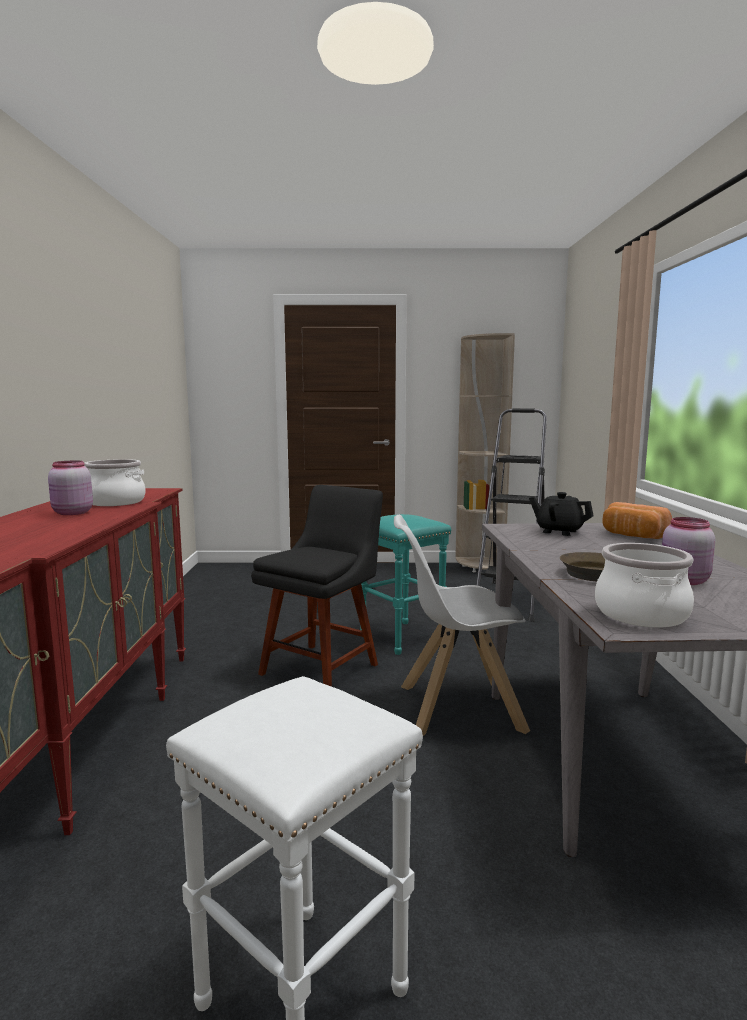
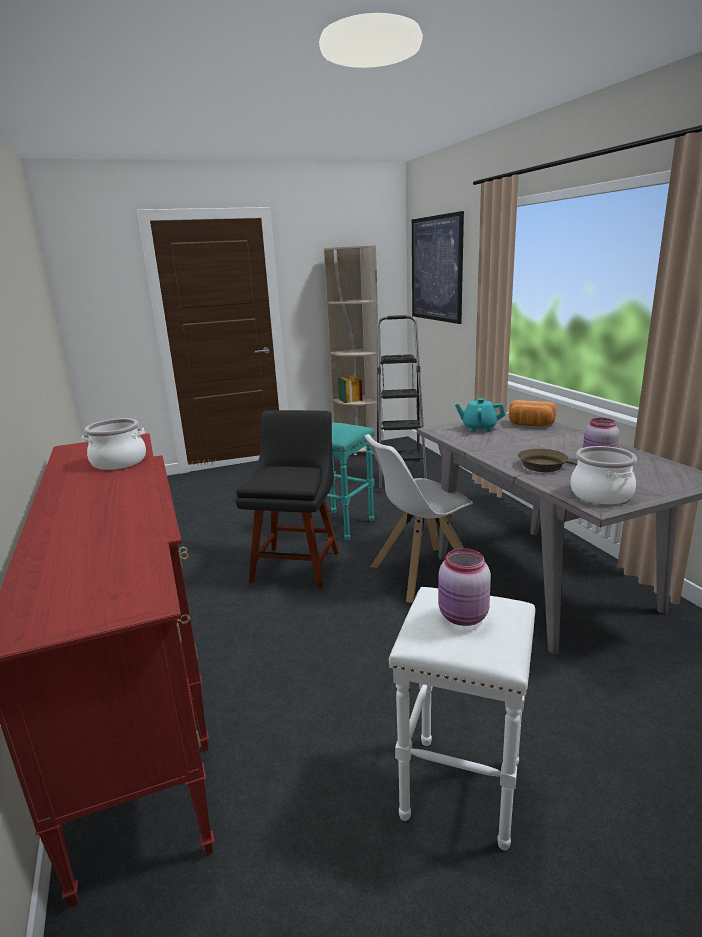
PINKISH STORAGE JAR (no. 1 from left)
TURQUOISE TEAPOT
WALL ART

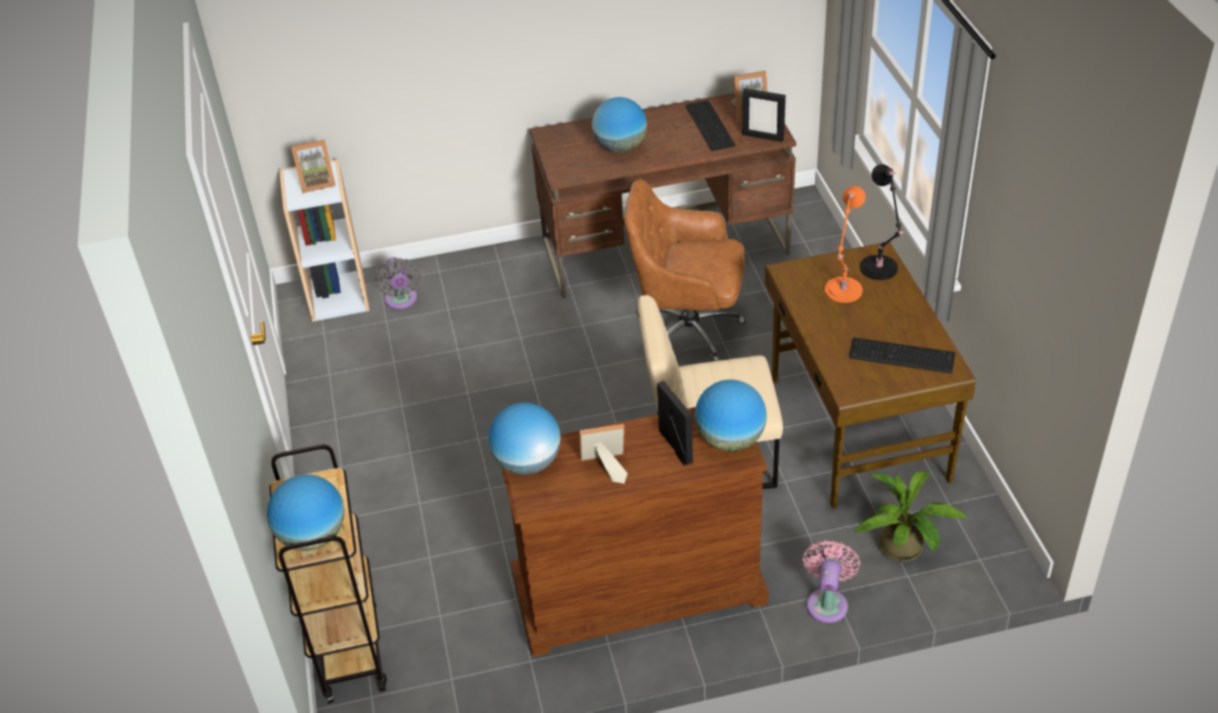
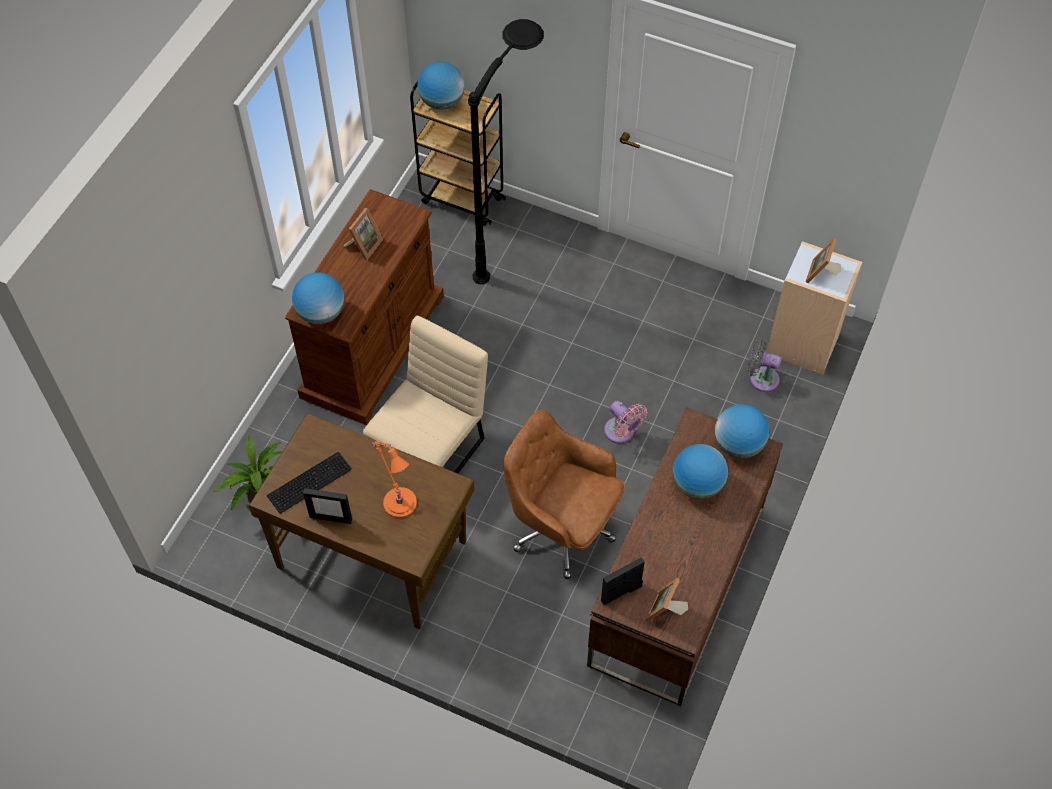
GLOBE (no. 4 from left)
BROWNISH DESK CHAIR
STANDING FRAME (no. 1 from left)
PC KEYBOARD (no. 1 from left in the first image)
PINKISH ELECTRIC FAN
BLACK TABLE LAMP
BLACK STANDING LAMP

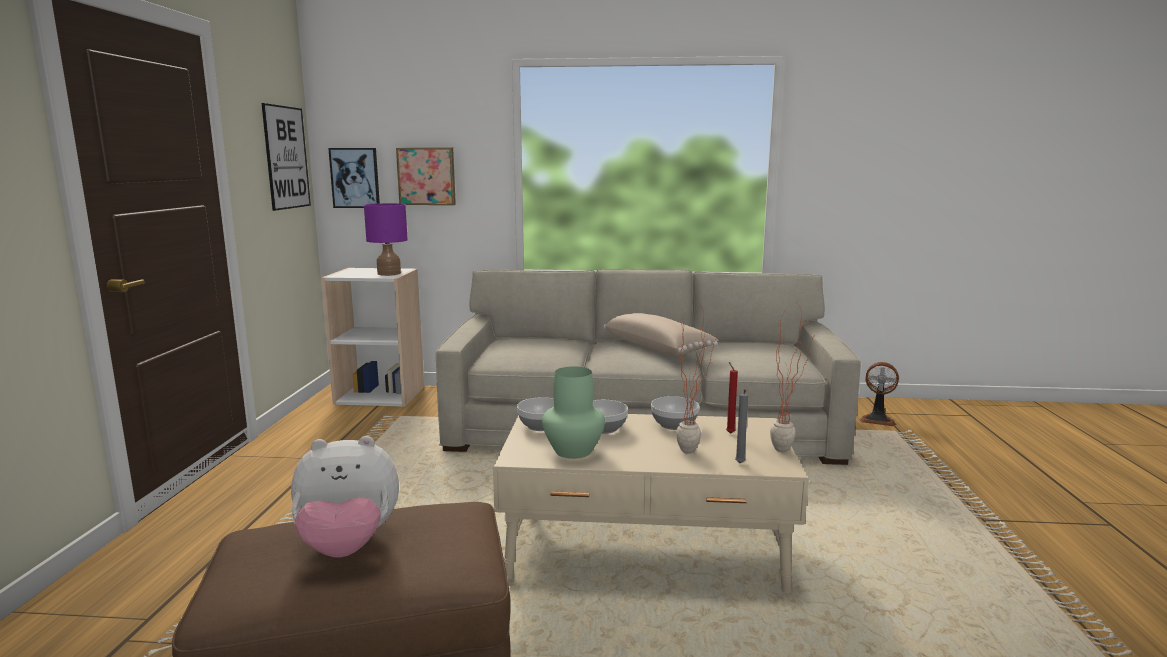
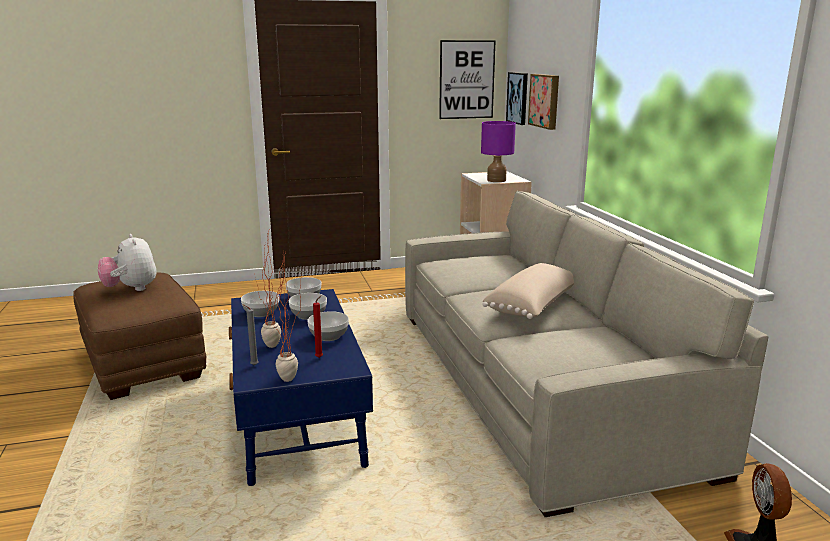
BLUISH LOUNGE TABLE
SERVING BOWL (no. 1 from left)

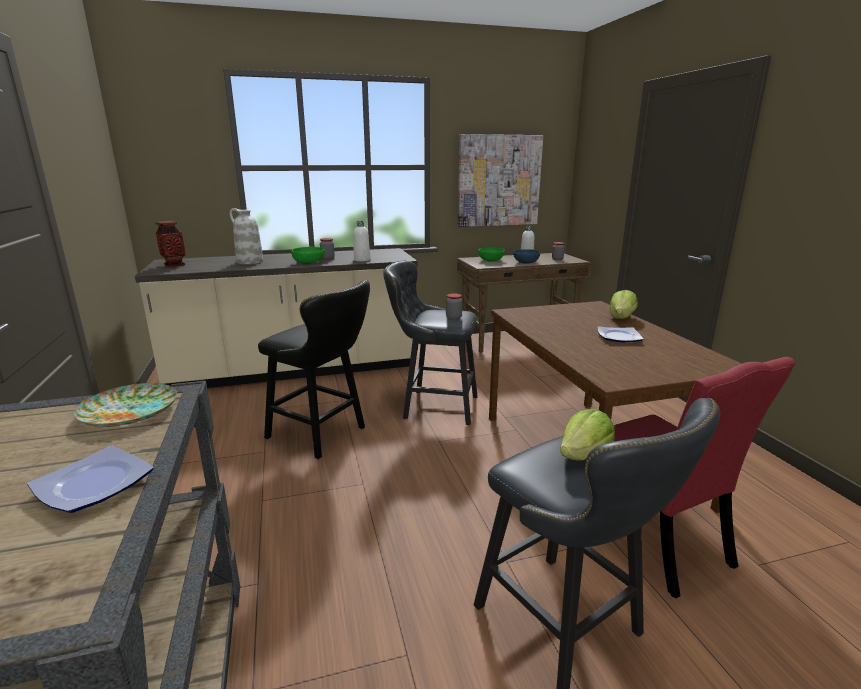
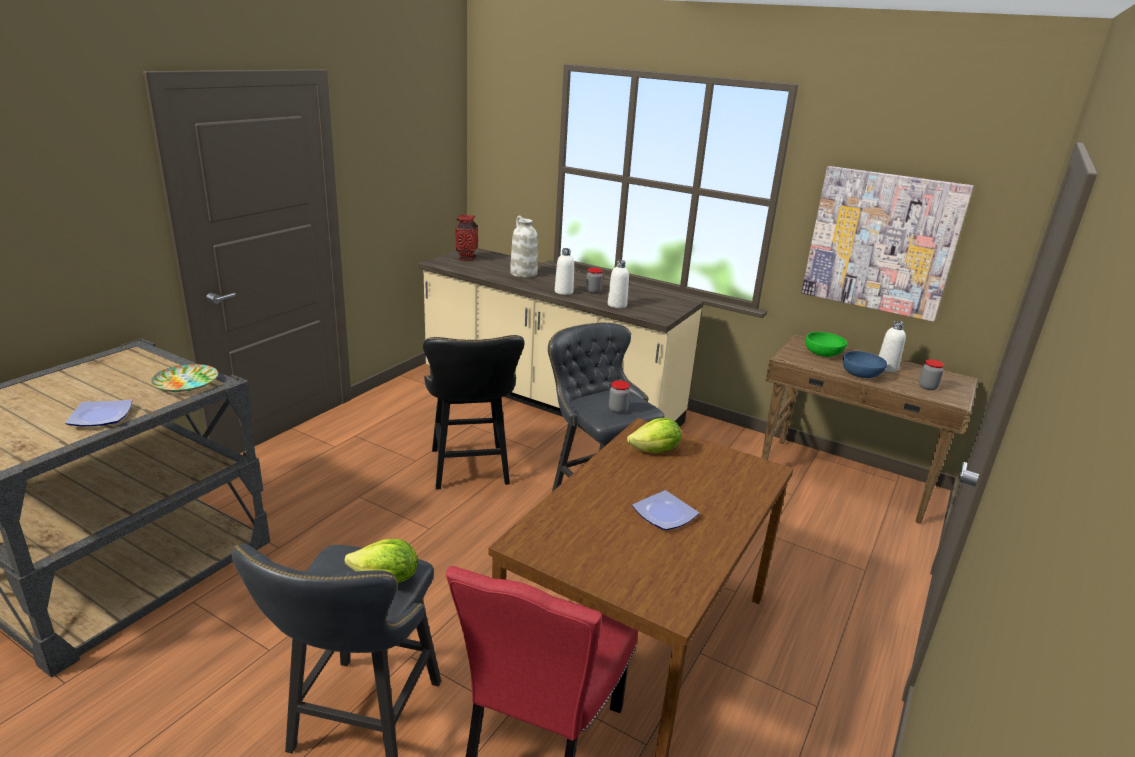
WHITISH BOTTLE (no. 1 from left)
HEAD OF LETTUCE (no. 2 from left)

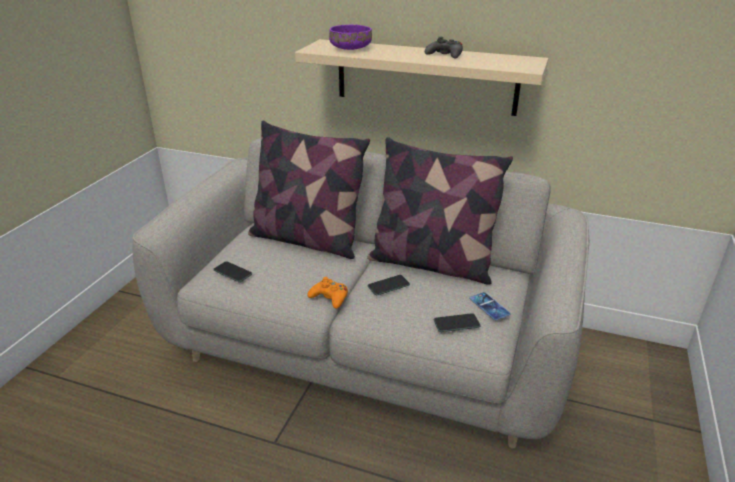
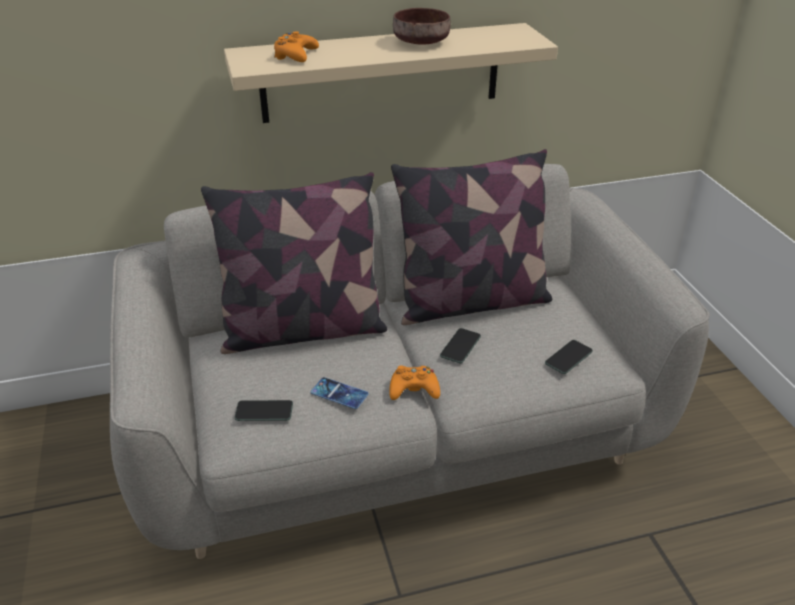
ORANGE GAMEPAD (no. 1 from left)
BROWNISH SERVING BOWL
TELEPHONE (no. 2 from left)

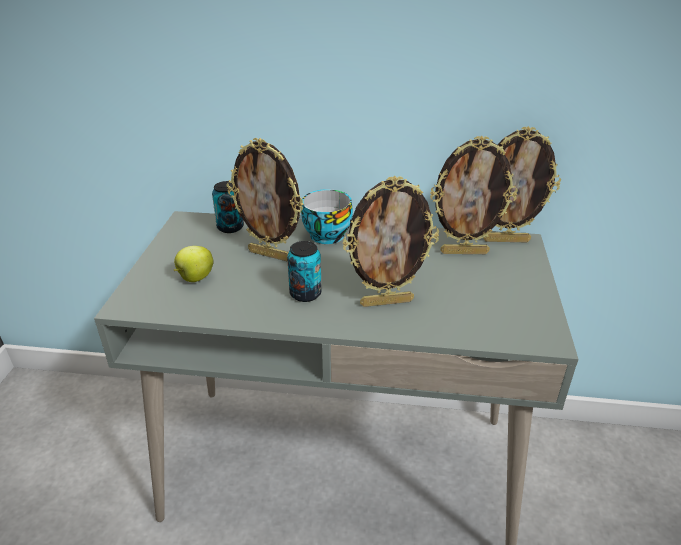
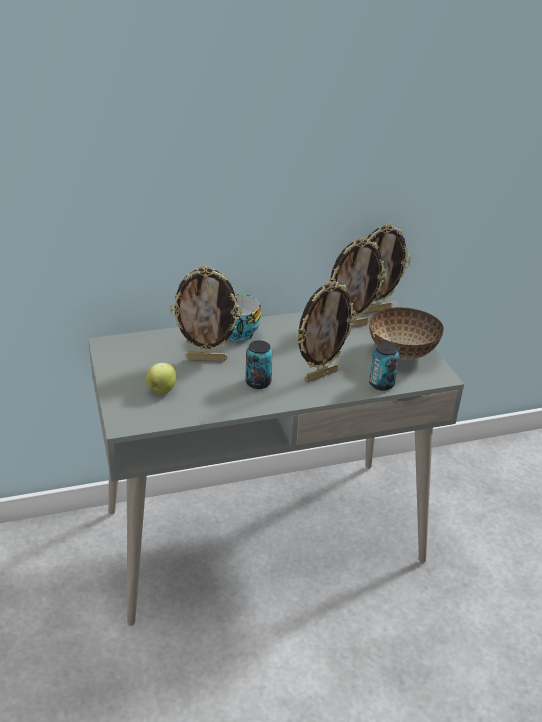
CAN (no. 2 from left)
SERVING BOWL

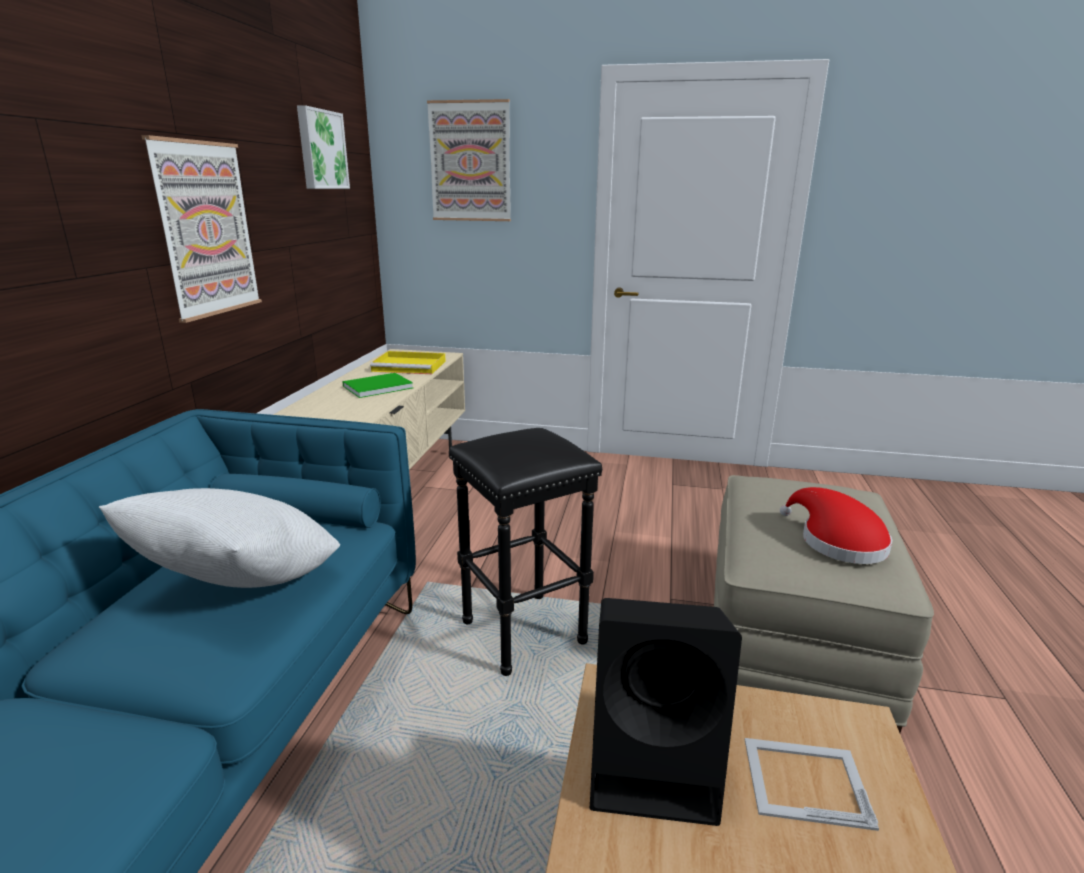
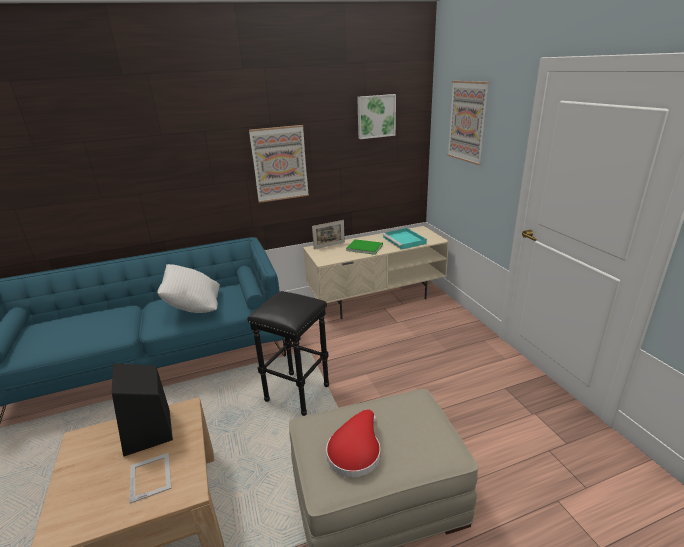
TURQUOISE SERVING TRAY
STANDING FRAME (no. 2 from left)

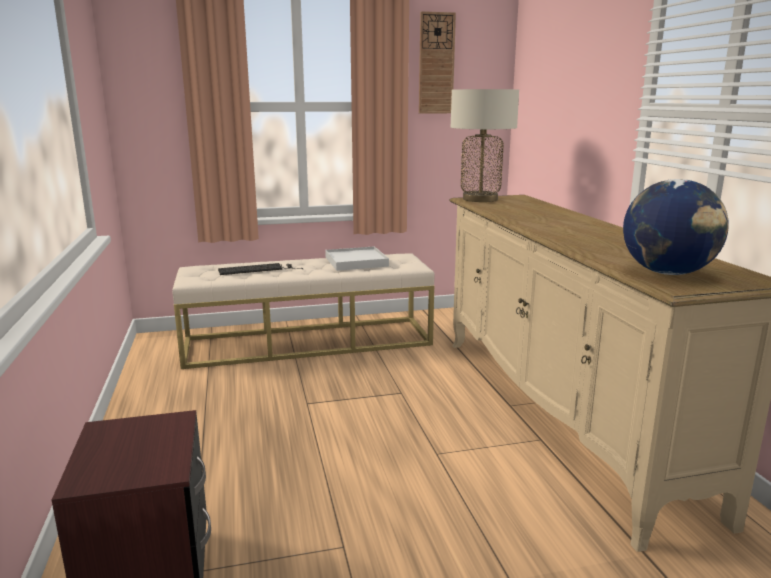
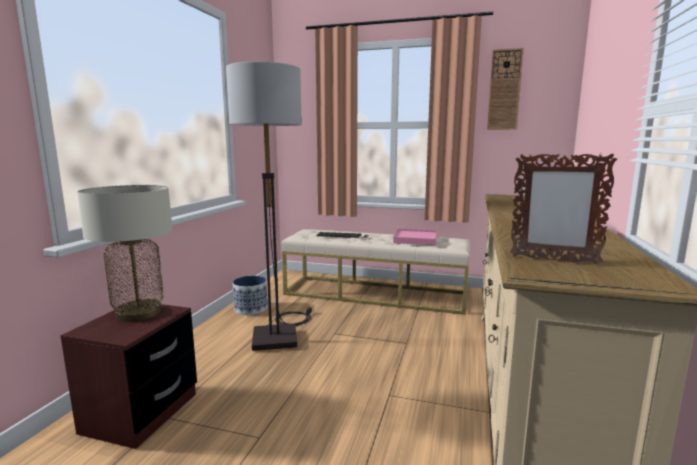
PINKISH SERVING TRAY
TABLE LAMP
STANDING FRAME
STANDING LAMP
FLOWER POT

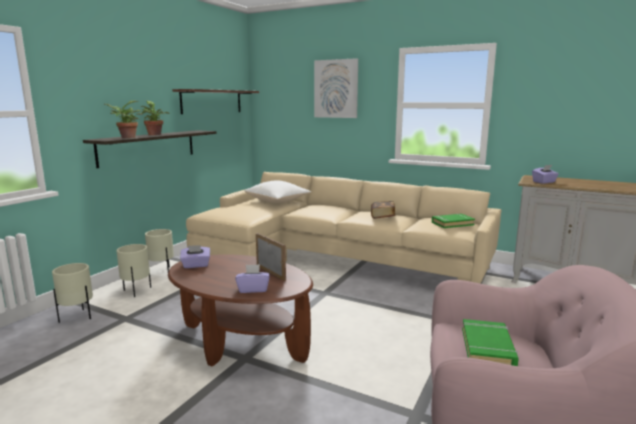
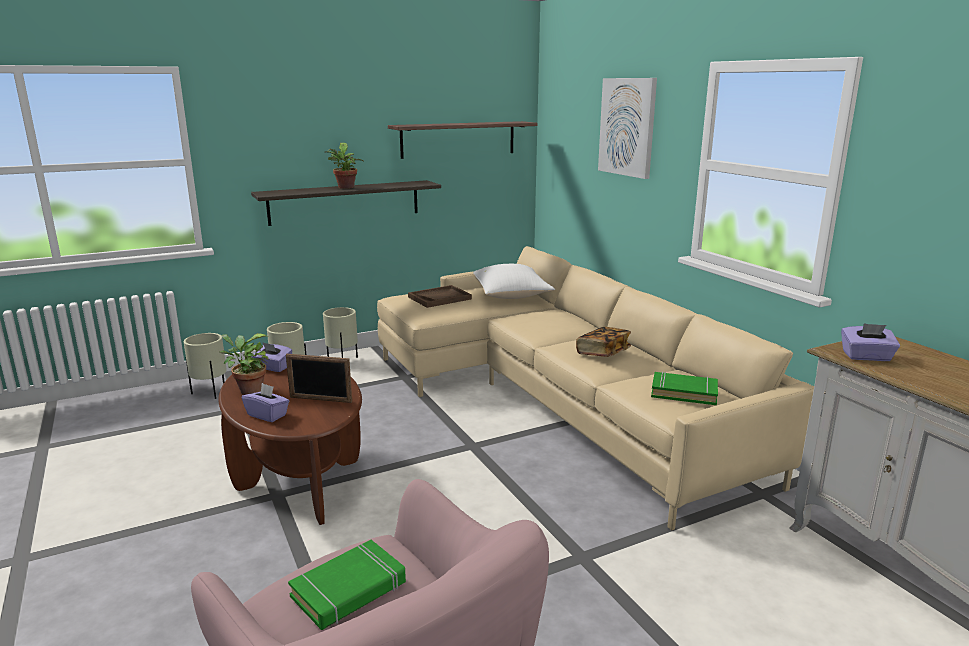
HOUSEPLANT (no. 1 from left)
STANDING FRAME
BROWNISH SERVING TRAY

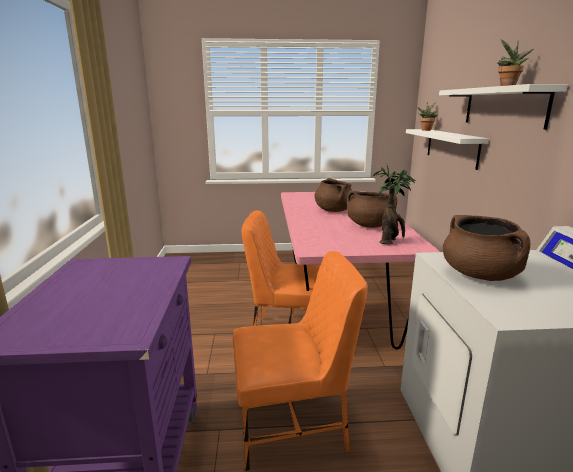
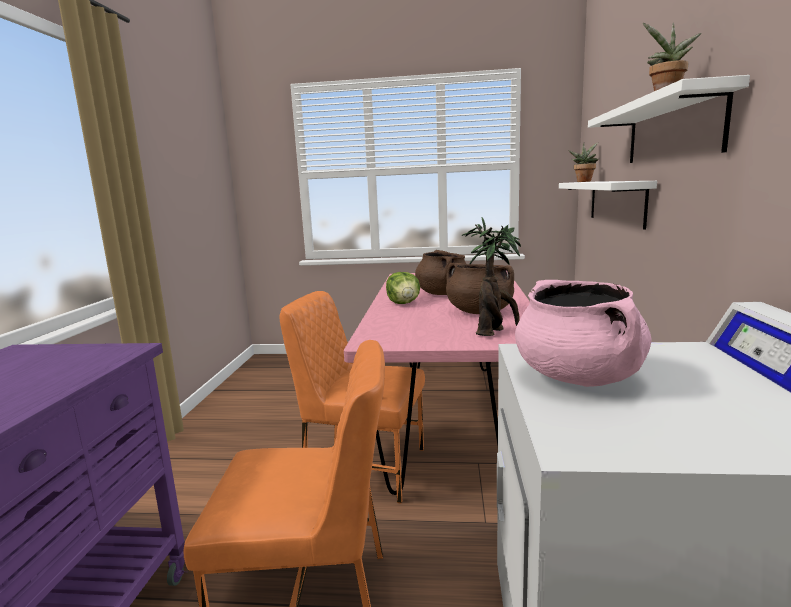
PINKISH COOKING POT
HEAD OF LETTUCE

